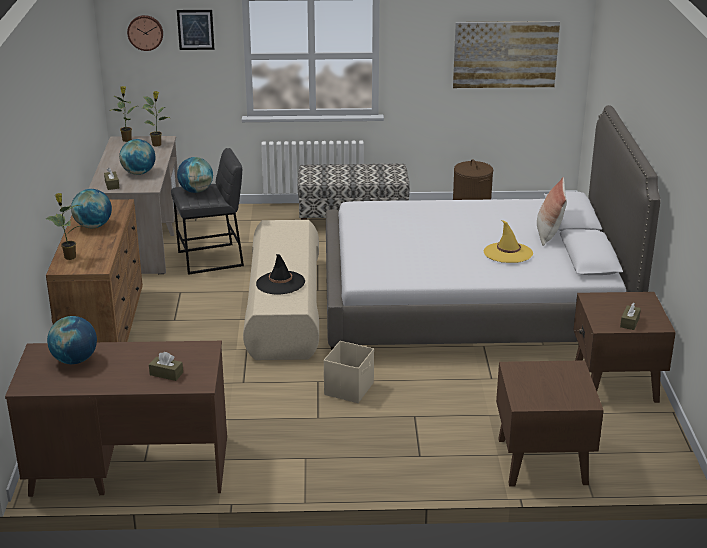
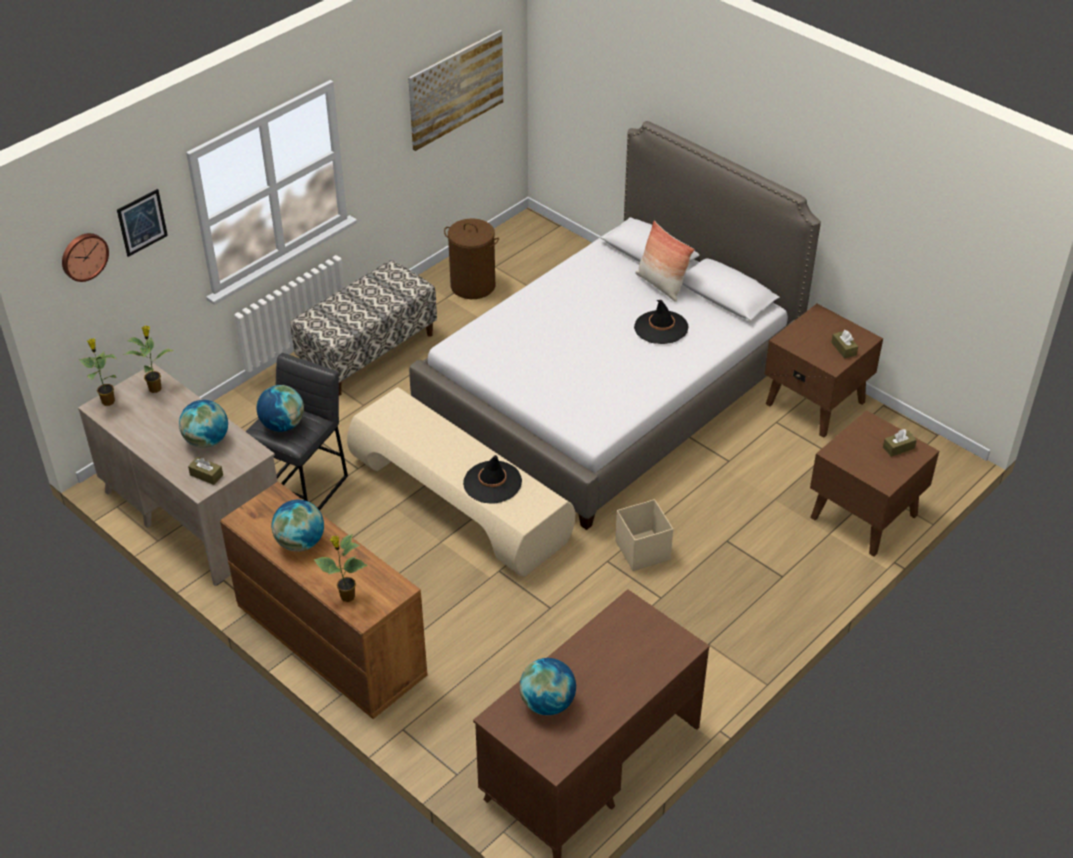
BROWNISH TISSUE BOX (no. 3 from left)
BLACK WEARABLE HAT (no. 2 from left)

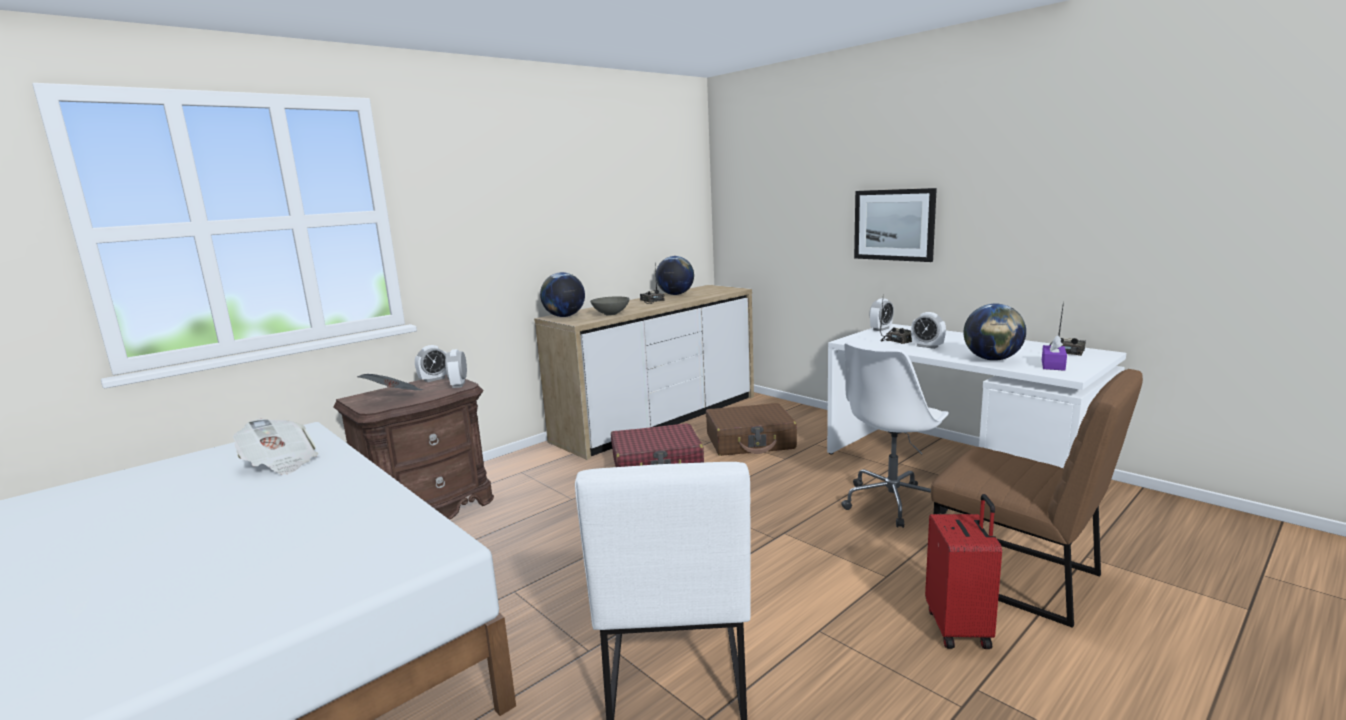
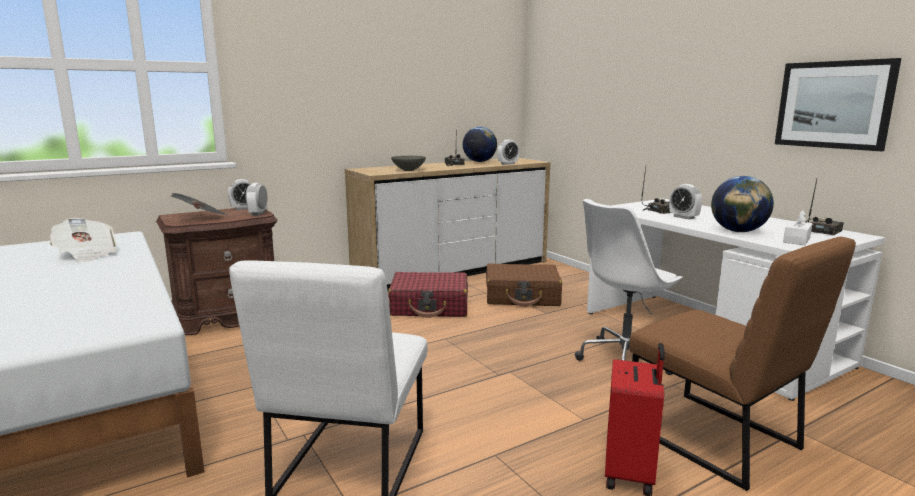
GLOBE (no. 1 from left in the first image)
WALL ART
TABLE CLOCK (no. 3 from left)
WHITISH TISSUE BOX

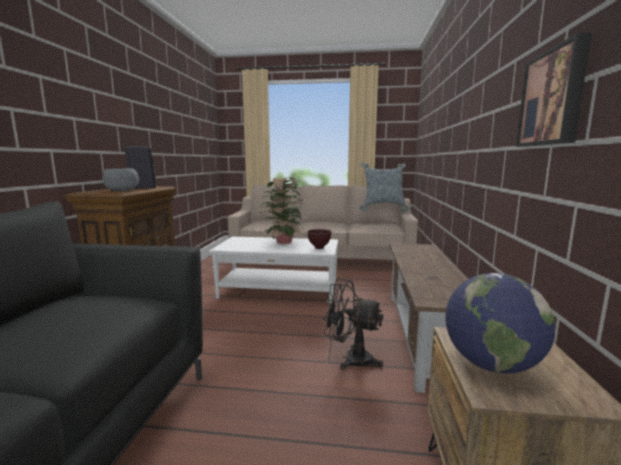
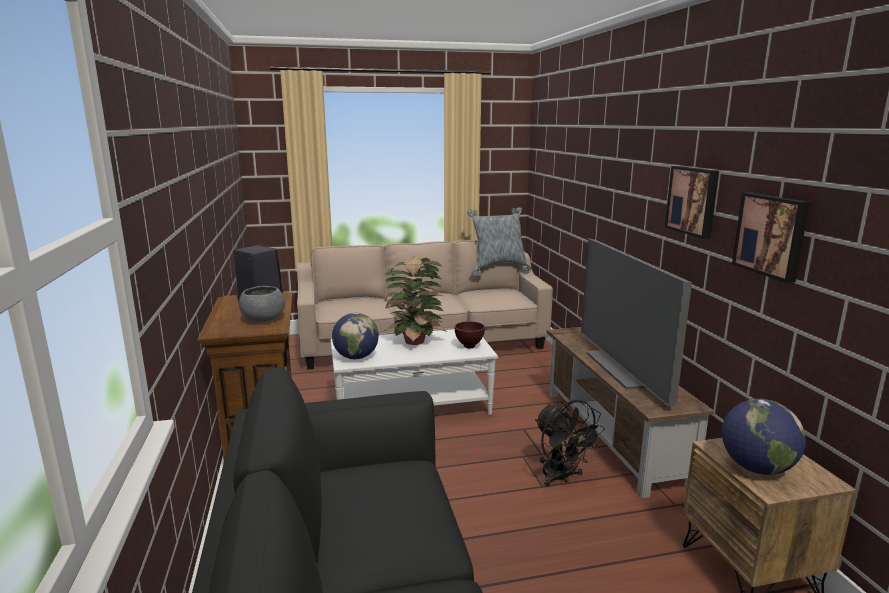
BLACK ELECTRIC FAN
GLOBE (no. 1 from left)
TELEVISION
WALL ART (no. 1 from left)

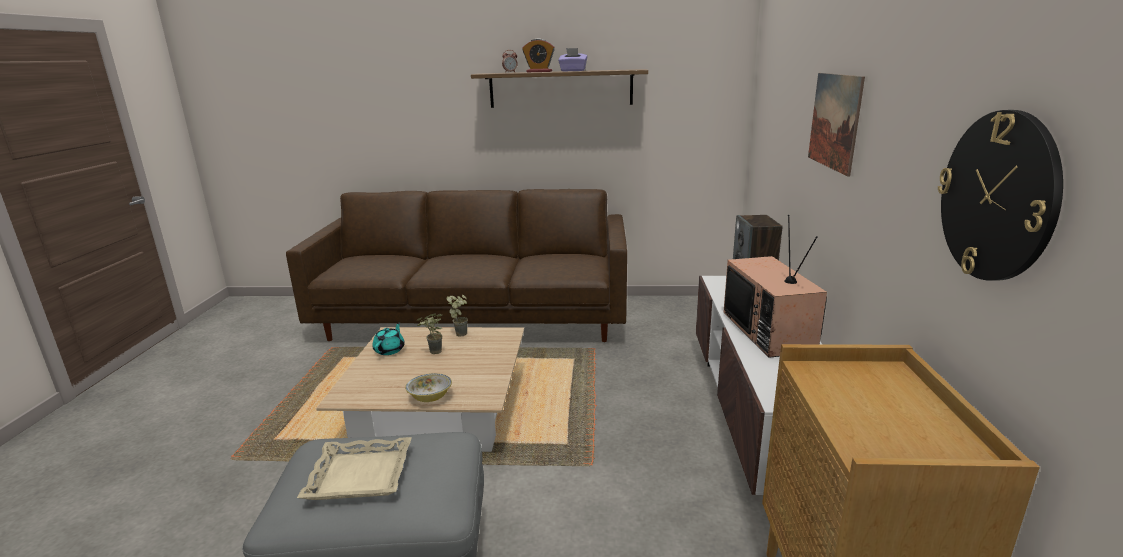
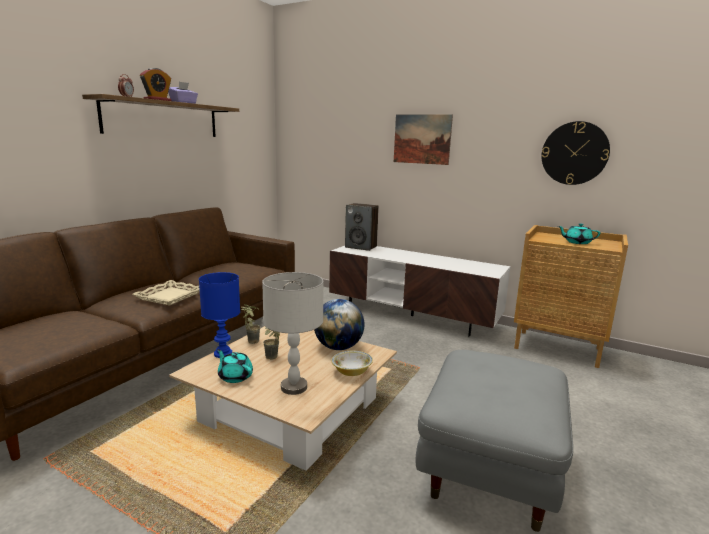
BEIGE SERVING TRAY
TELEVISION
BLUISH TABLE LAMP
GREY TABLE LAMP
GLOBE
TURQUOISE TEAPOT (no. 2 from left)

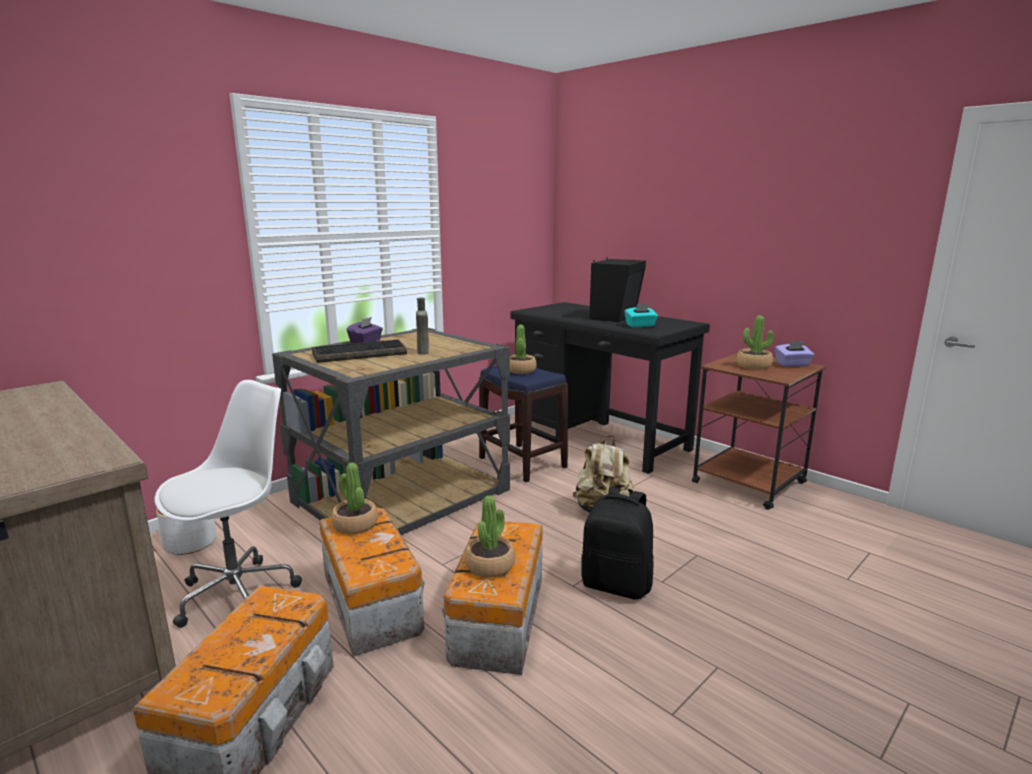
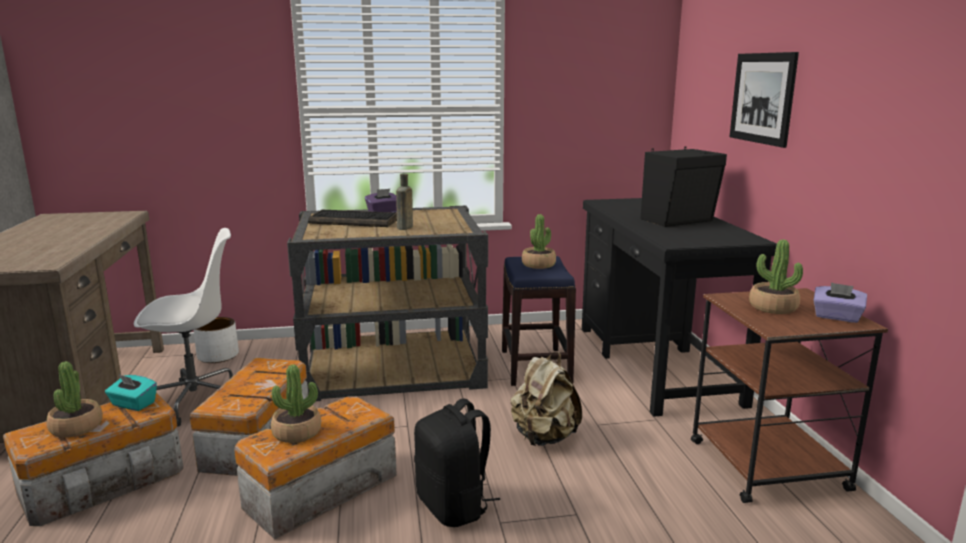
HOUSEPLANT (no. 1 from left)
TURQUOISE TISSUE BOX
WALL ART

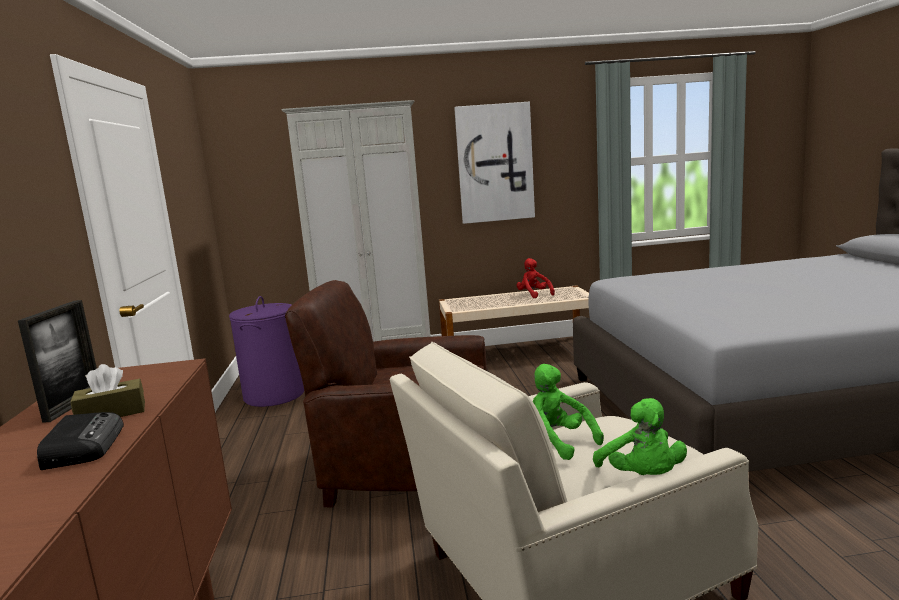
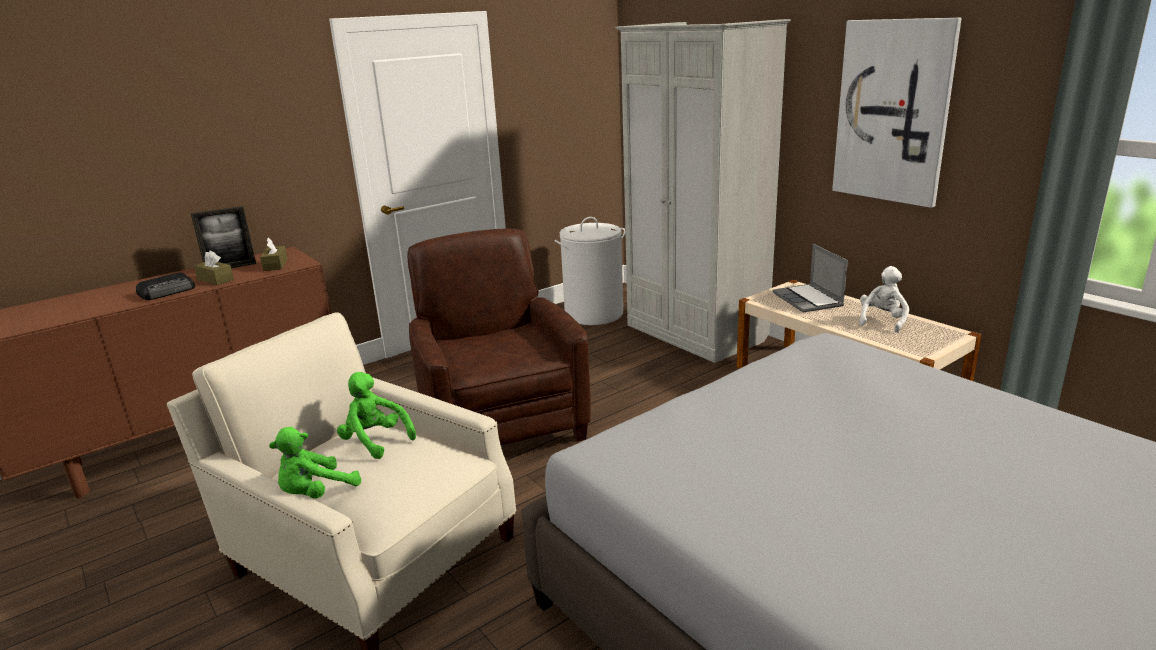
WHITISH HAMPER
WHITISH PLUSH TOY
GREENISH PLUSH TOY (no. 2 from left)
BROWNISH TISSUE BOX (no. 2 from left)
PORTABLE COMPUTER

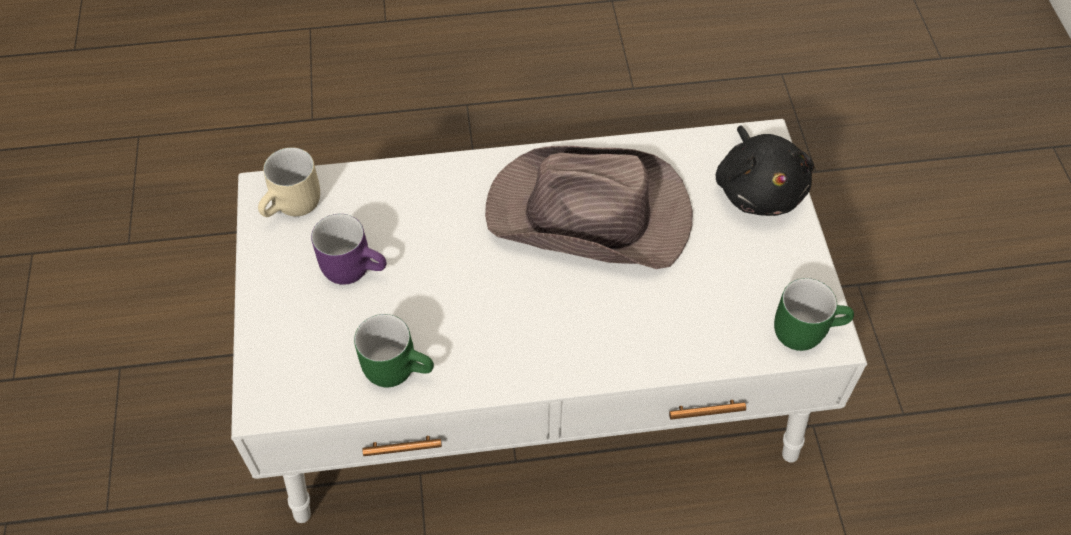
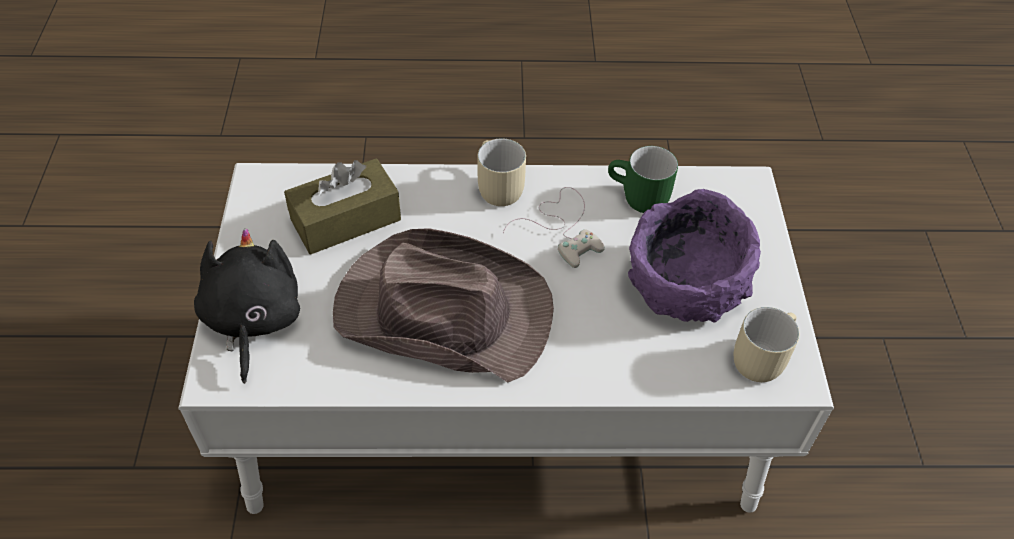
PURPLISH SERVING BOWL
GREENISH MUG (no. 2 from left in the first image)
BROWNISH TISSUE BOX
BEIGE MUG (no. 1 from left)
WHITISH GAMEPAD

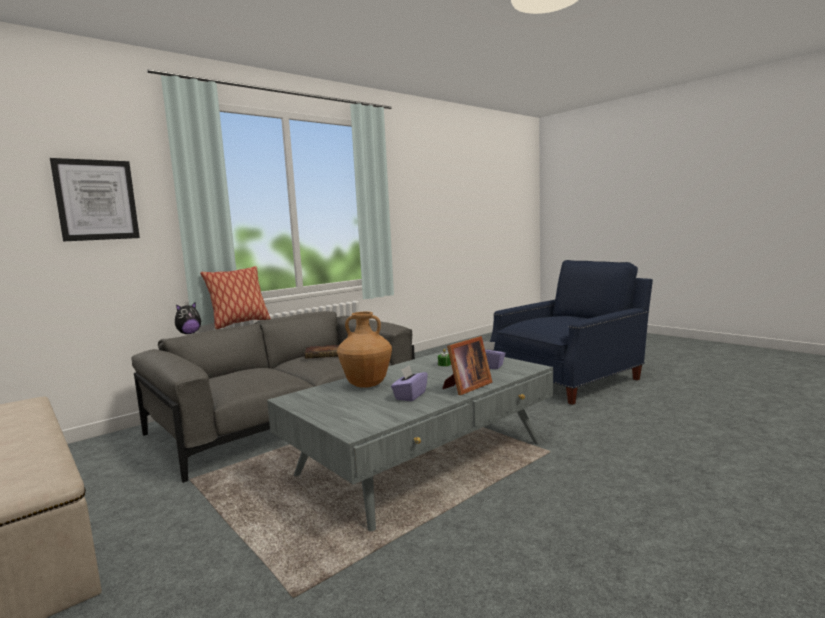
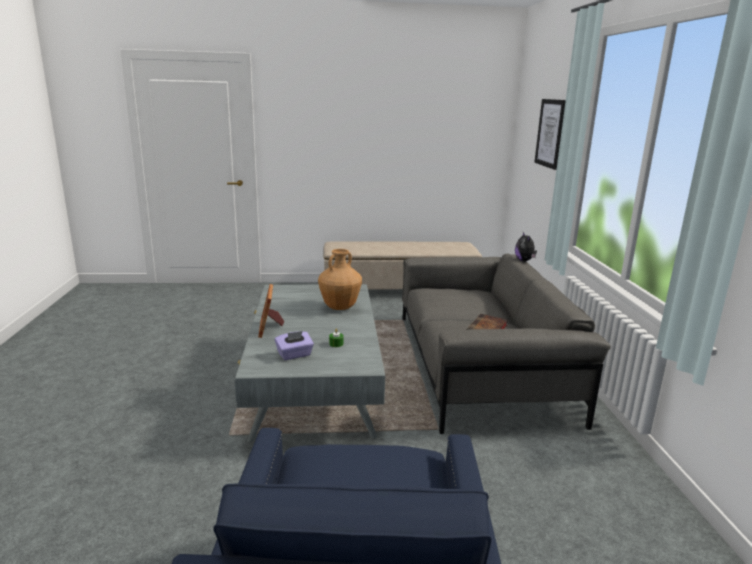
PILLOW
PURPLISH TISSUE BOX (no. 1 from left in the first image)

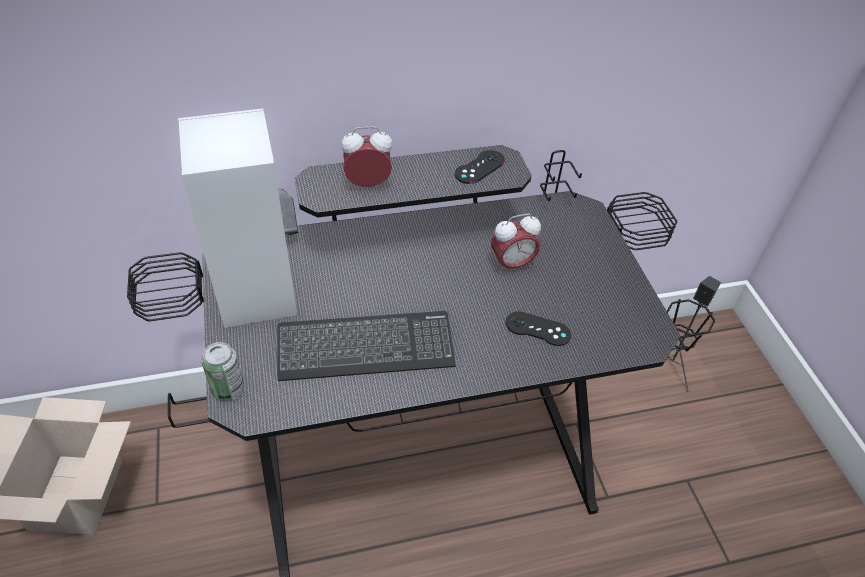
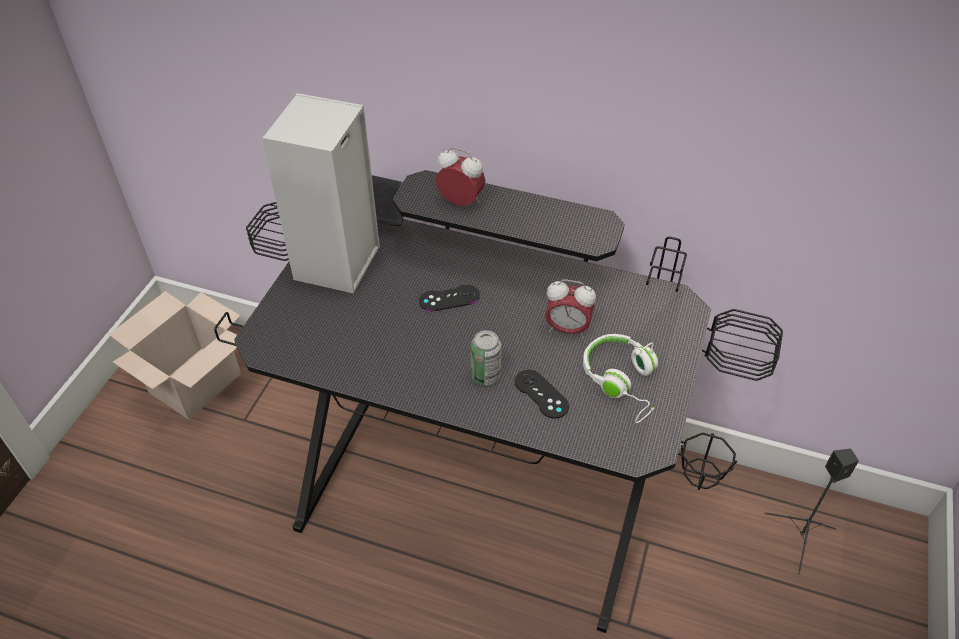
CAN
PC KEYBOARD
BLACK GAMEPAD (no. 1 from left)
WHITISH PAIR OF HEADPHONES

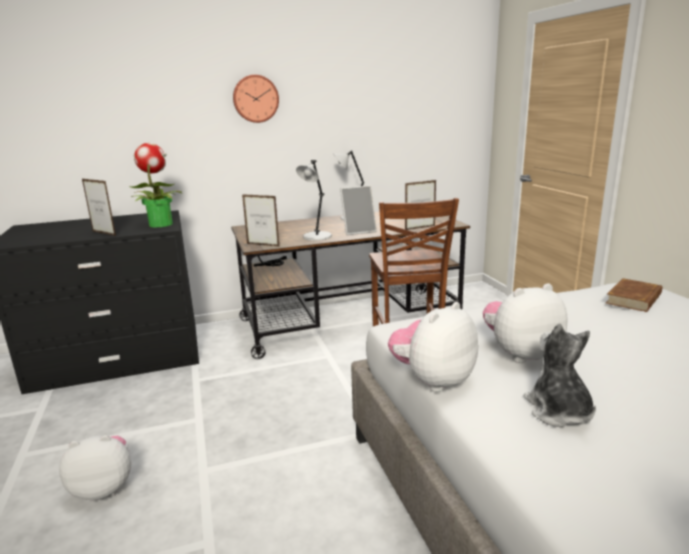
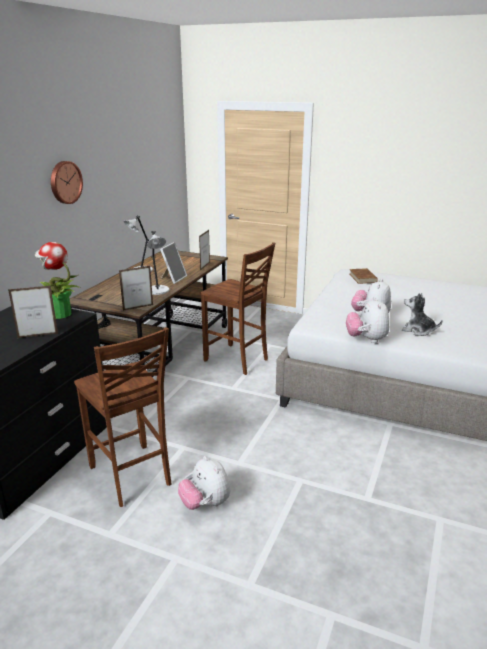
PLUSH TOY (no. 1 from left)
BROWNISH PLAIN CHAIR (no. 1 from left)

